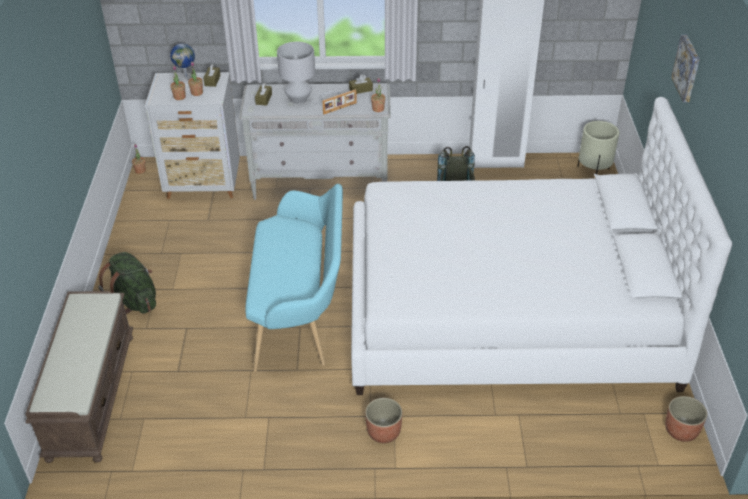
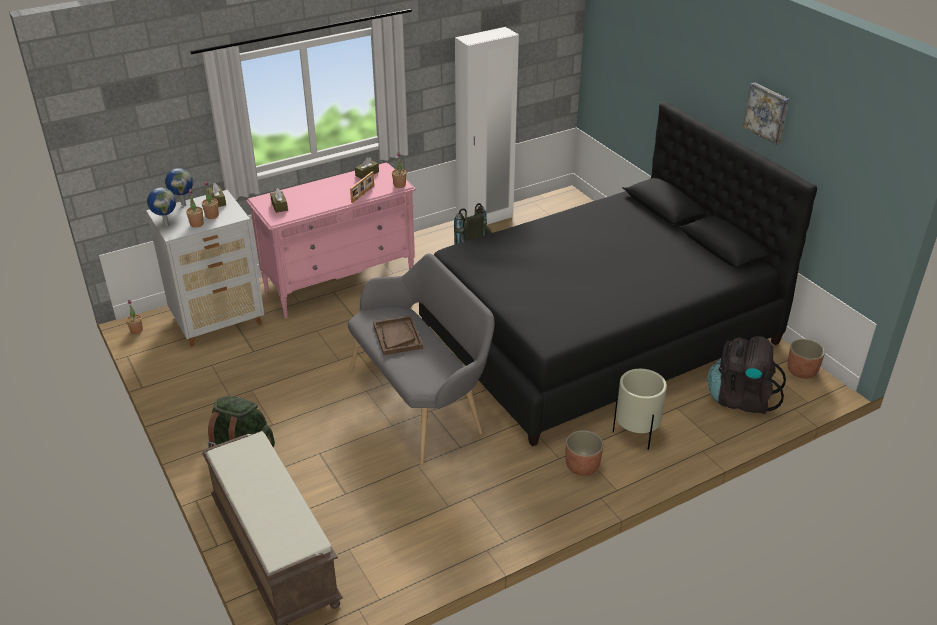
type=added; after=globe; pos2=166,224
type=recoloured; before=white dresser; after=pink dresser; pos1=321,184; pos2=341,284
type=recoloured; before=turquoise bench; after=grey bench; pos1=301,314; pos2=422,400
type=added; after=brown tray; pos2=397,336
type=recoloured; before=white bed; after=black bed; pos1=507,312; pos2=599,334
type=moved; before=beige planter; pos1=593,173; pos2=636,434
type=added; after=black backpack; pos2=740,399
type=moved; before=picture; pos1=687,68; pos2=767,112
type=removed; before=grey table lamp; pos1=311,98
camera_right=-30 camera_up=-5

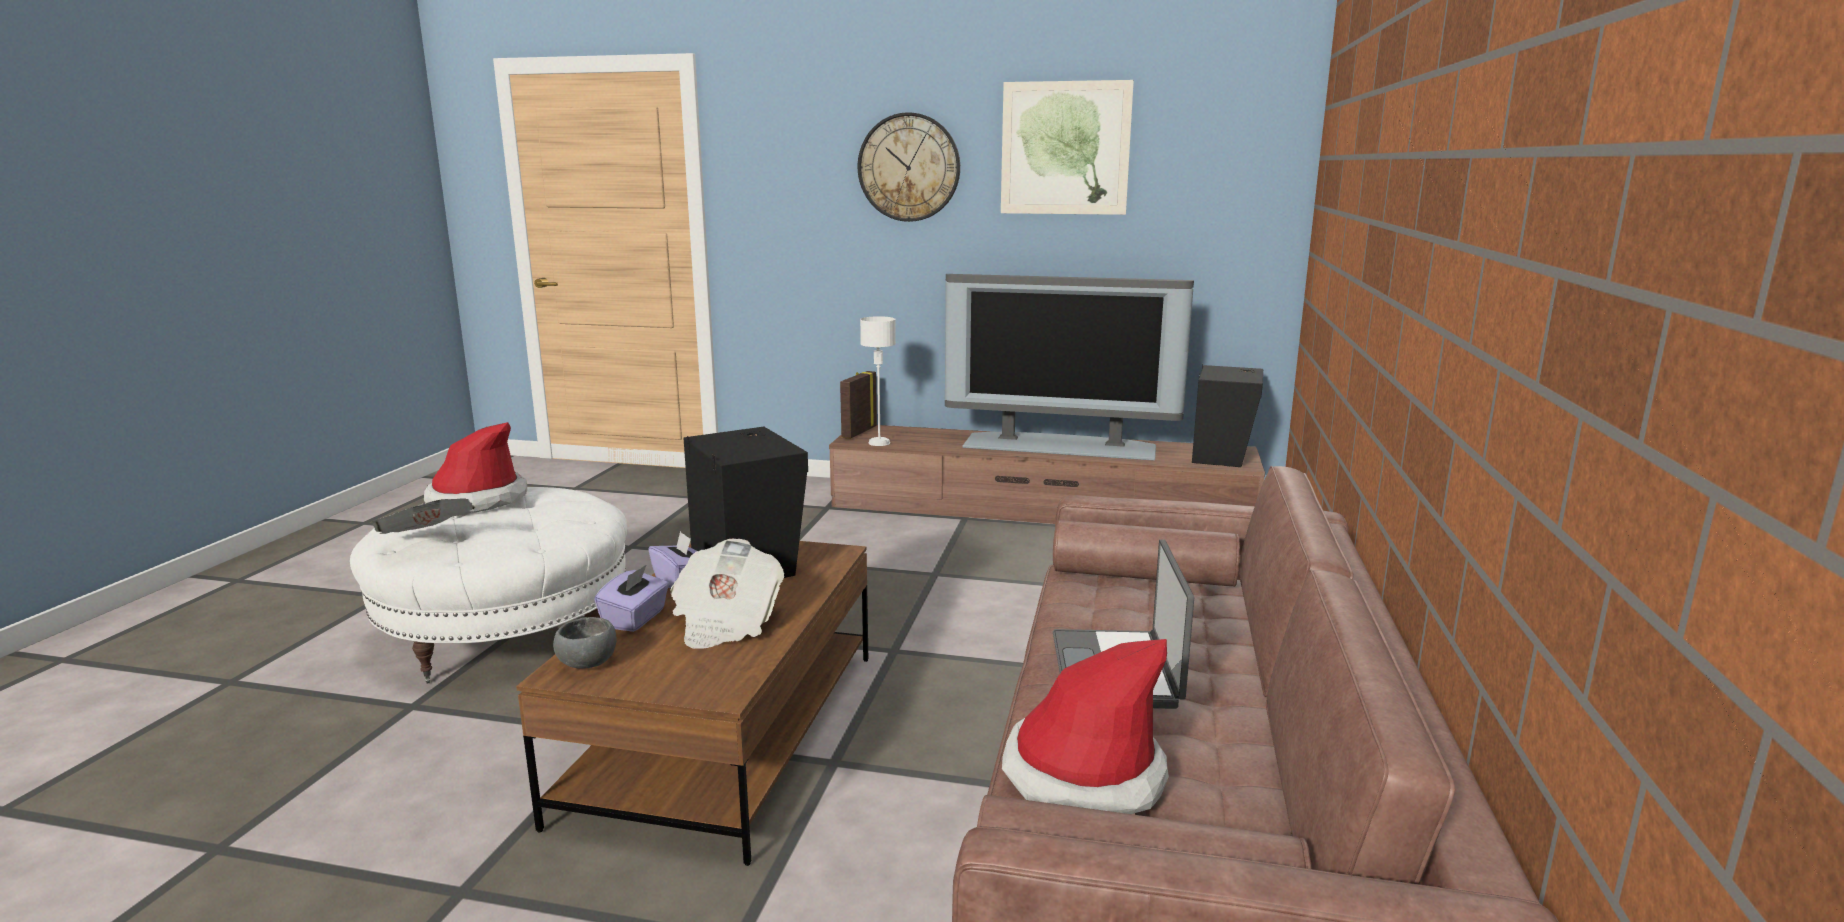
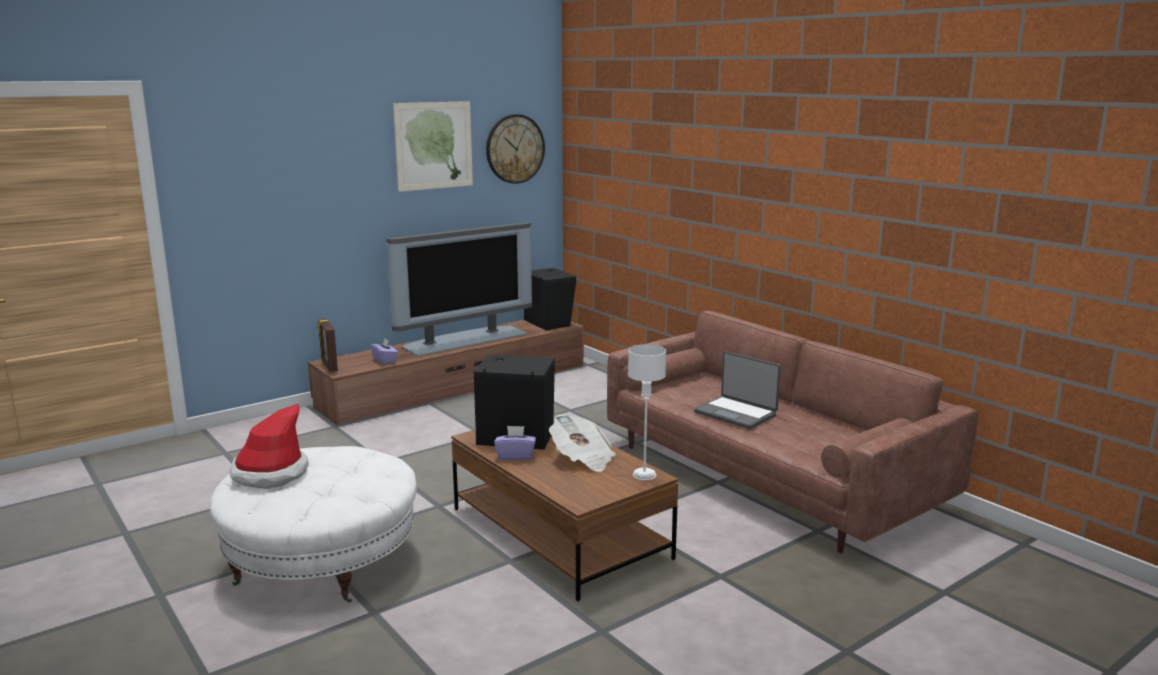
type=moved; before=purple tissue box; pos1=635,619; pos2=385,360
type=moved; before=wall clock; pos1=909,167; pos2=515,149
type=moved; before=white table lamp; pos1=879,443; pos2=644,475
type=removed; before=newspaper; pos1=427,541
type=removed; before=grey bowl; pos1=589,664
type=removed; before=hat; pos1=1083,776
camera_right=-50 camera_up=0

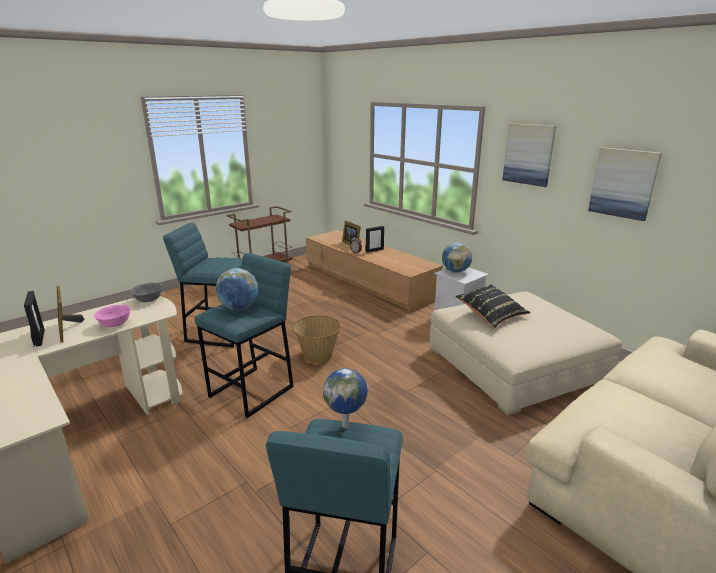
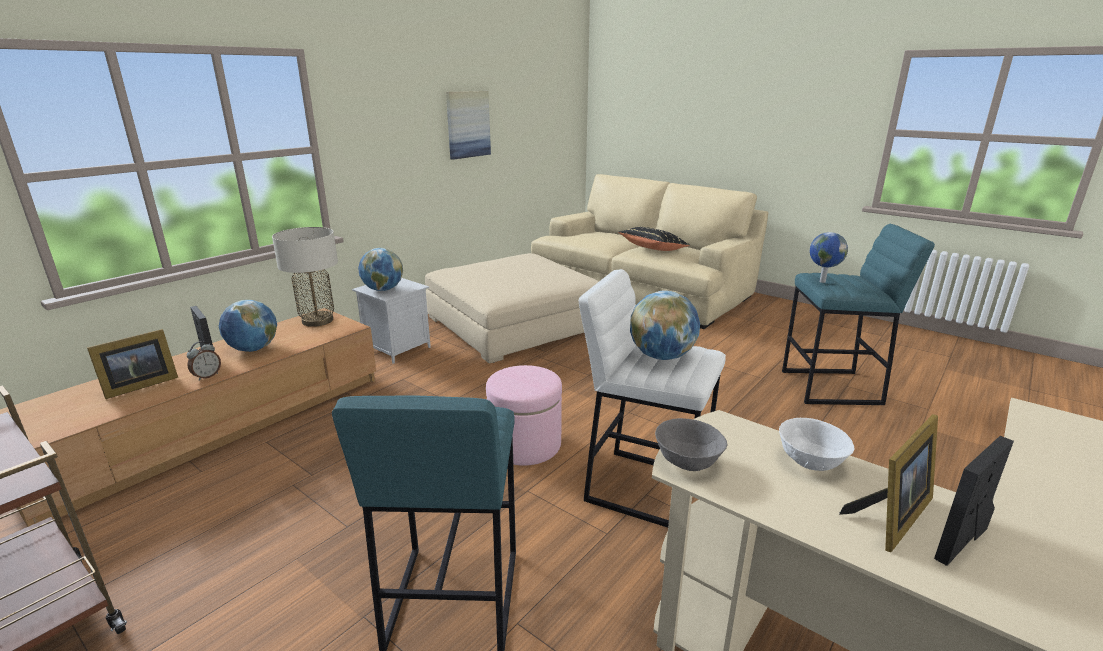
type=added; after=globe; pos2=253,349
type=added; after=table lamp; pos2=317,321
type=replaced; before=basket; after=pink ottoman; pos1=317,355; pos2=525,444
type=recoloured; before=turquoise stool; after=white stool; pos1=253,390; pos2=643,487
type=moved; before=black pillow; pos1=491,315; pos2=653,250
type=recoloured; before=pink bowl; after=white bowl; pos1=115,324; pos2=811,462
type=removed; before=picture; pos1=528,154
camera_right=-100 camera_up=0

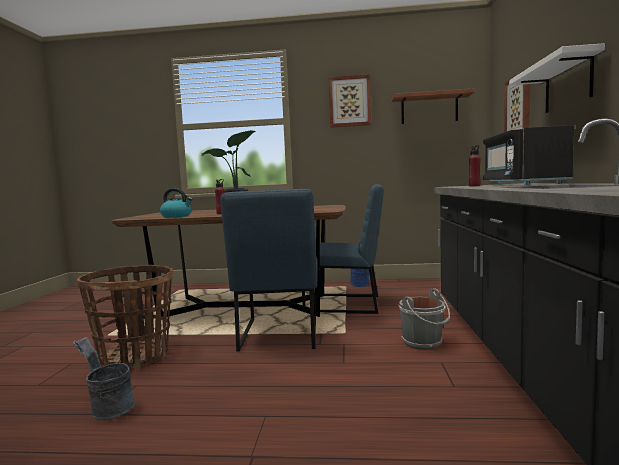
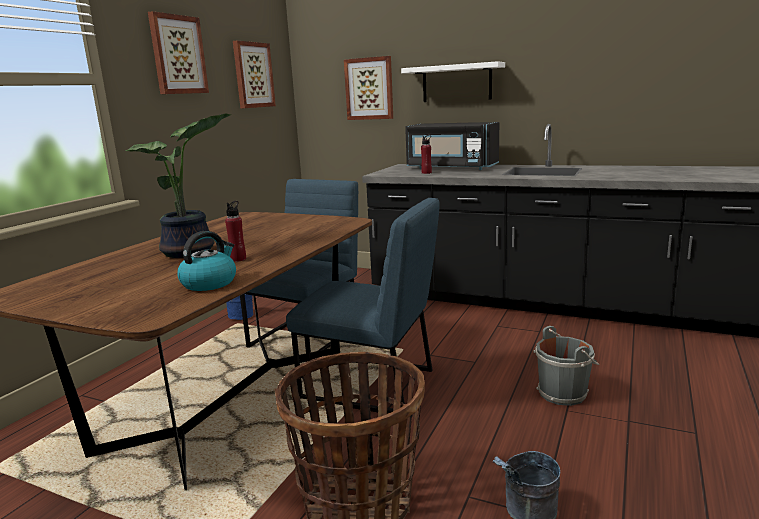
type=replaced; before=brown shelf; after=picture; pos1=429,109; pos2=253,75
type=moved; before=grey bucket; pos1=424,343; pos2=564,393
camera_right=-70 camera_up=10

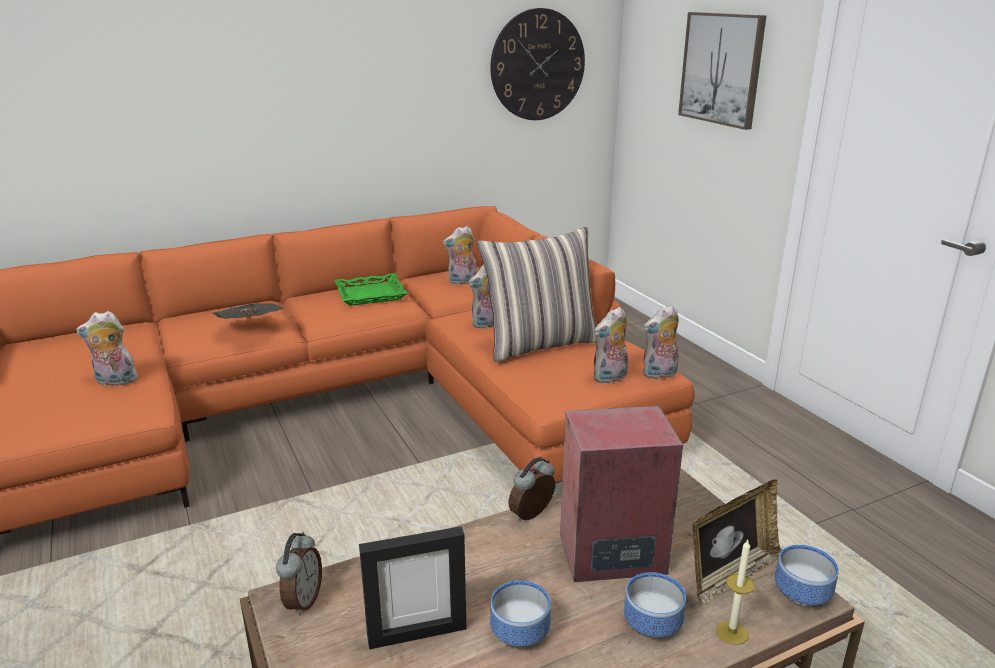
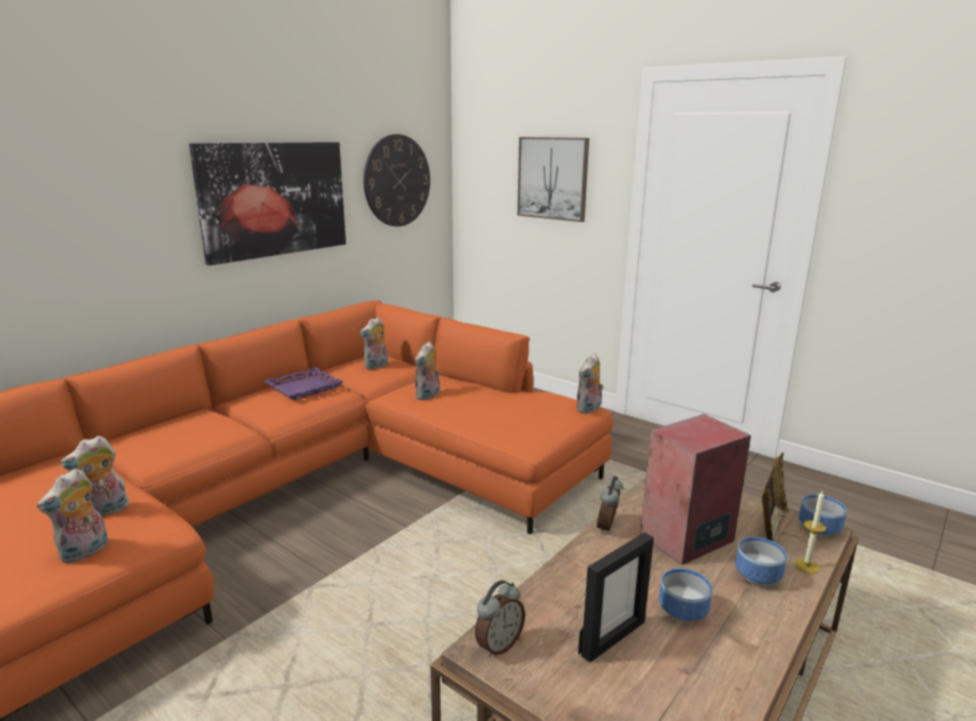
type=moved; before=plush toy; pos1=610,378; pos2=84,553
type=added; after=picture; pos2=274,199
type=recoloured; before=green tray; after=purple tray; pos1=371,294; pos2=304,388
type=turned; before=alarm clock; pos1=302,601; pos2=498,645; turn=60
type=removed; before=newspaper; pos1=251,328
type=removed; before=pillow; pos1=540,344
camera_right=-25 camera_up=-5

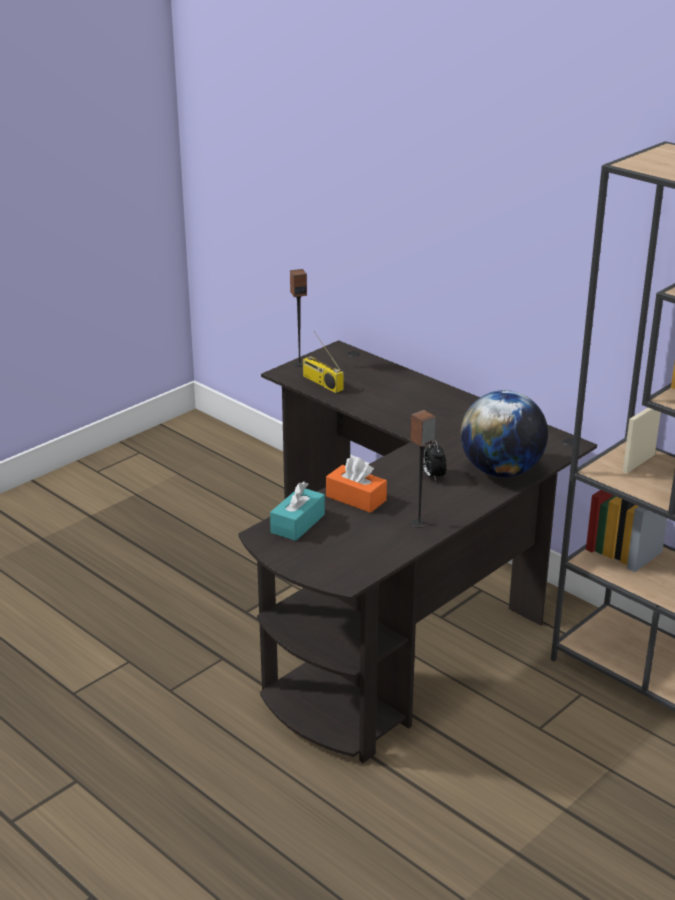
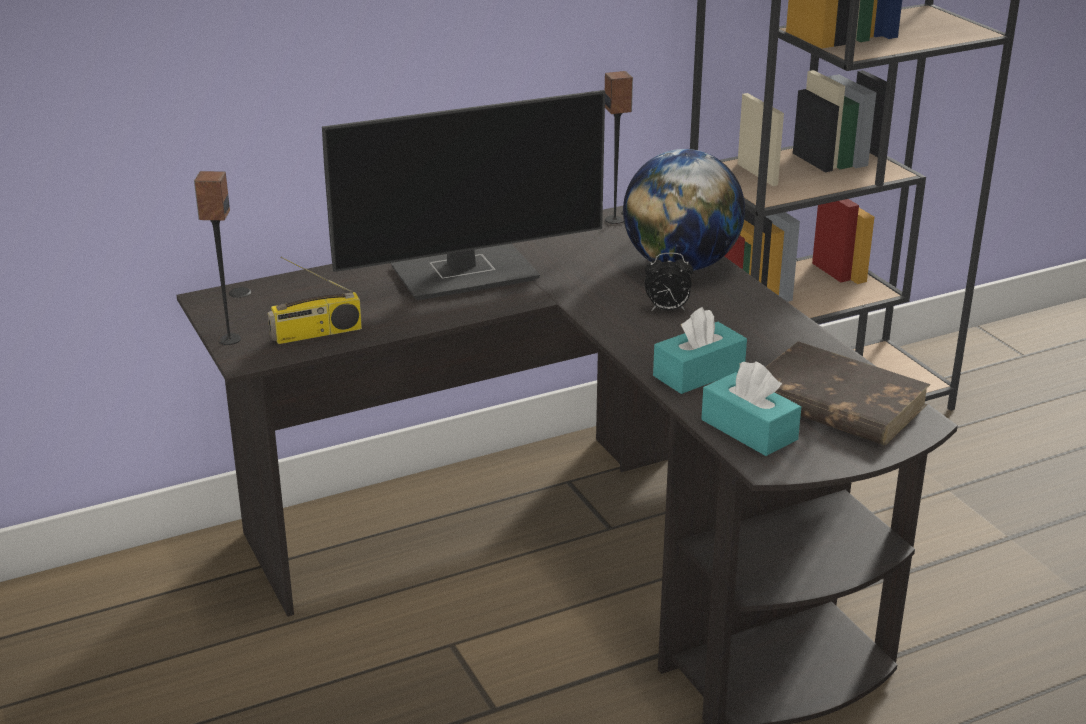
type=added; after=monitor; pos2=467,273
type=moved; before=speaker; pos1=419,523; pos2=615,220
type=recoloured; before=orange tissue box; after=turquoise tissue box; pos1=356,498; pos2=699,373
type=added; after=brown book; pos2=835,402
camera_right=-70 camera_up=0

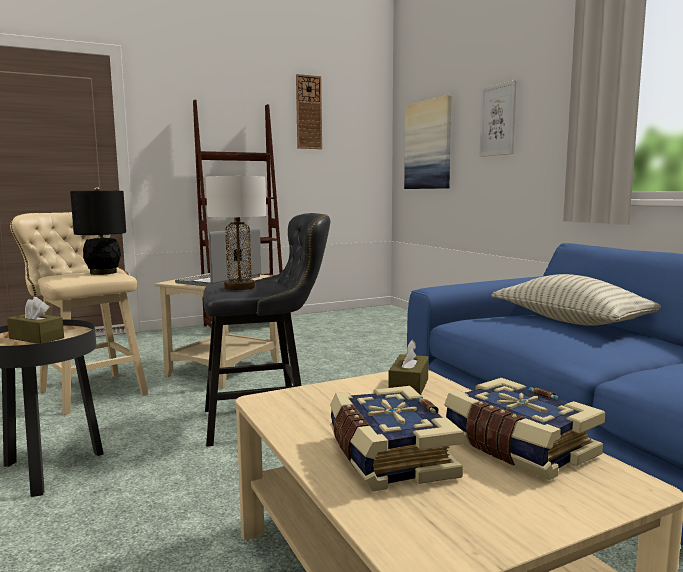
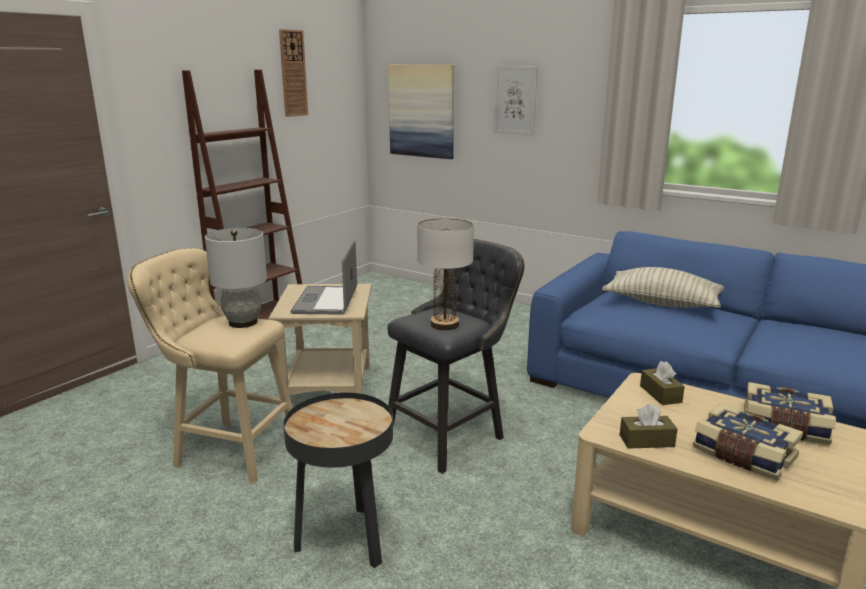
type=recoloured; before=black table lamp; after=white table lamp; pos1=103,273; pos2=243,322
type=moved; before=brown tissue box; pos1=36,338; pos2=646,441
camera_right=-30 camera_up=10

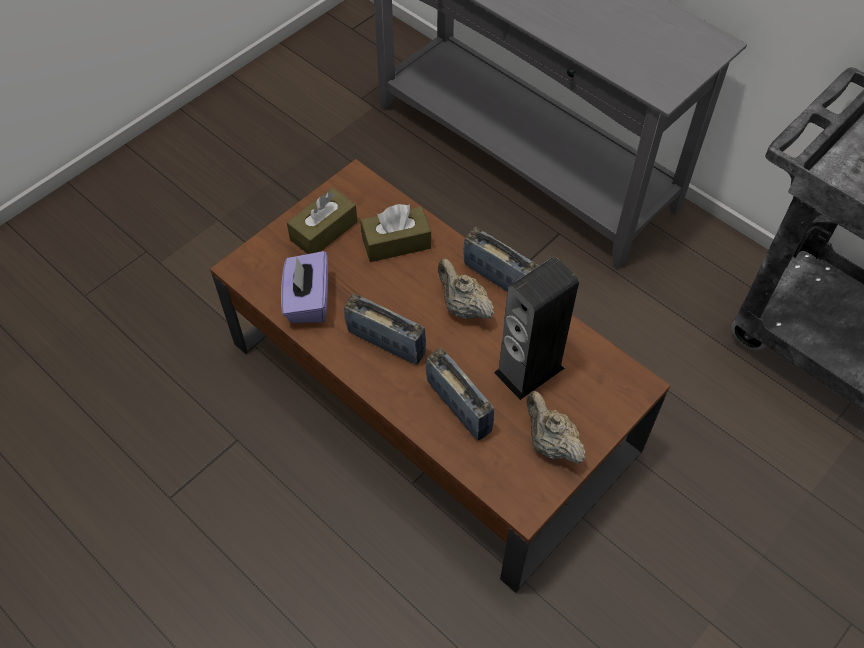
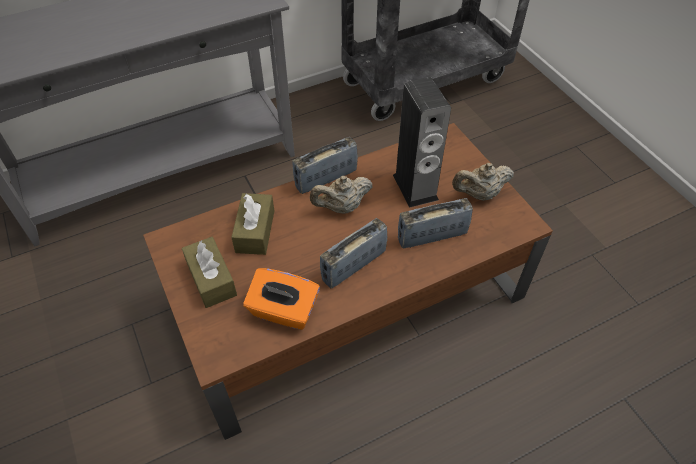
type=recoloured; before=purple tissue box; after=orange tissue box; pos1=308,301; pos2=283,311
camera_right=-70 camera_up=-5

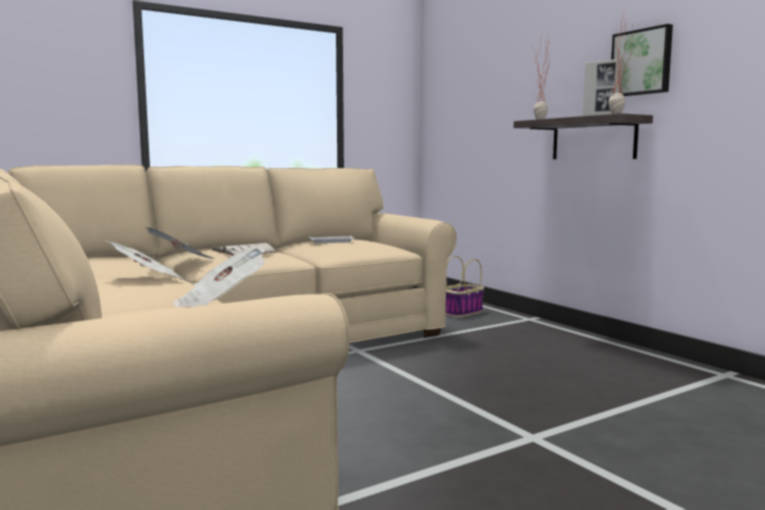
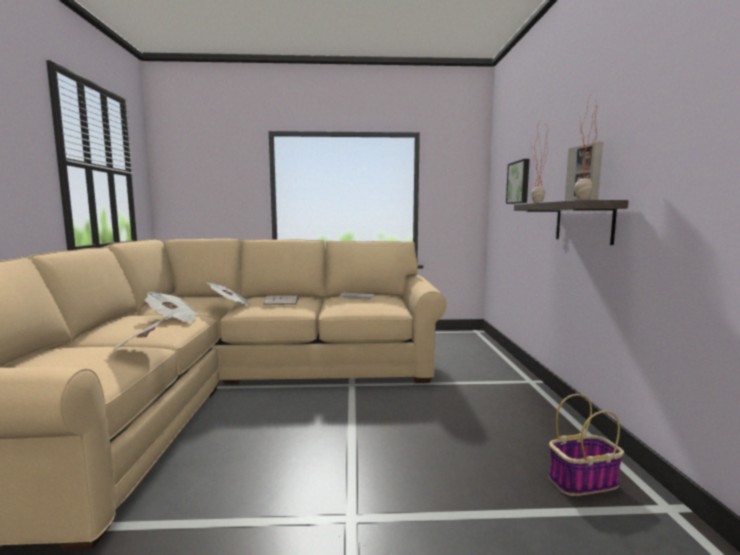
type=moved; before=picture; pos1=642,62; pos2=519,182
type=moved; before=basket; pos1=463,312; pos2=583,481
camera_right=30 camera_up=0

